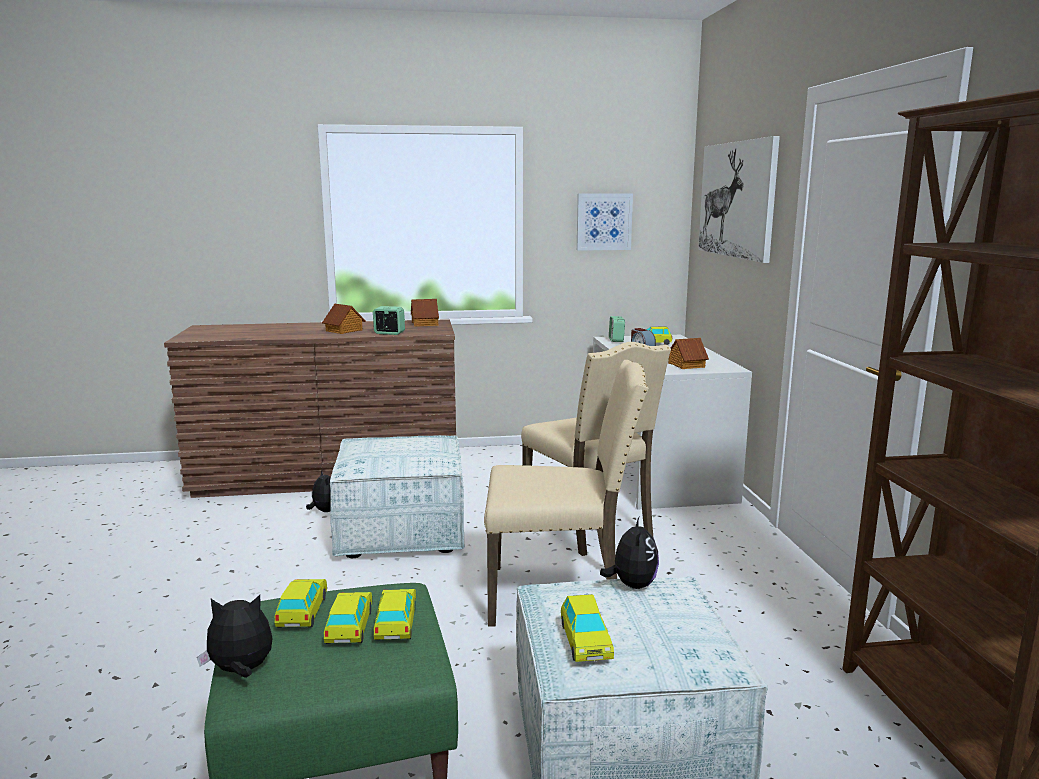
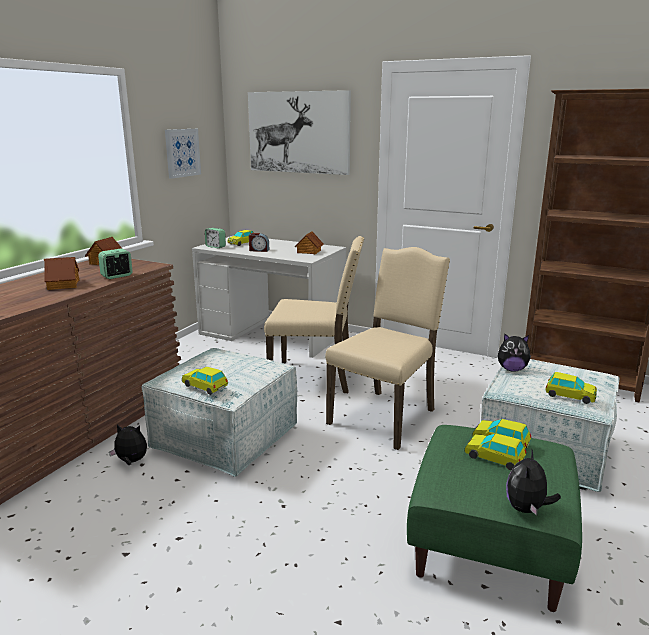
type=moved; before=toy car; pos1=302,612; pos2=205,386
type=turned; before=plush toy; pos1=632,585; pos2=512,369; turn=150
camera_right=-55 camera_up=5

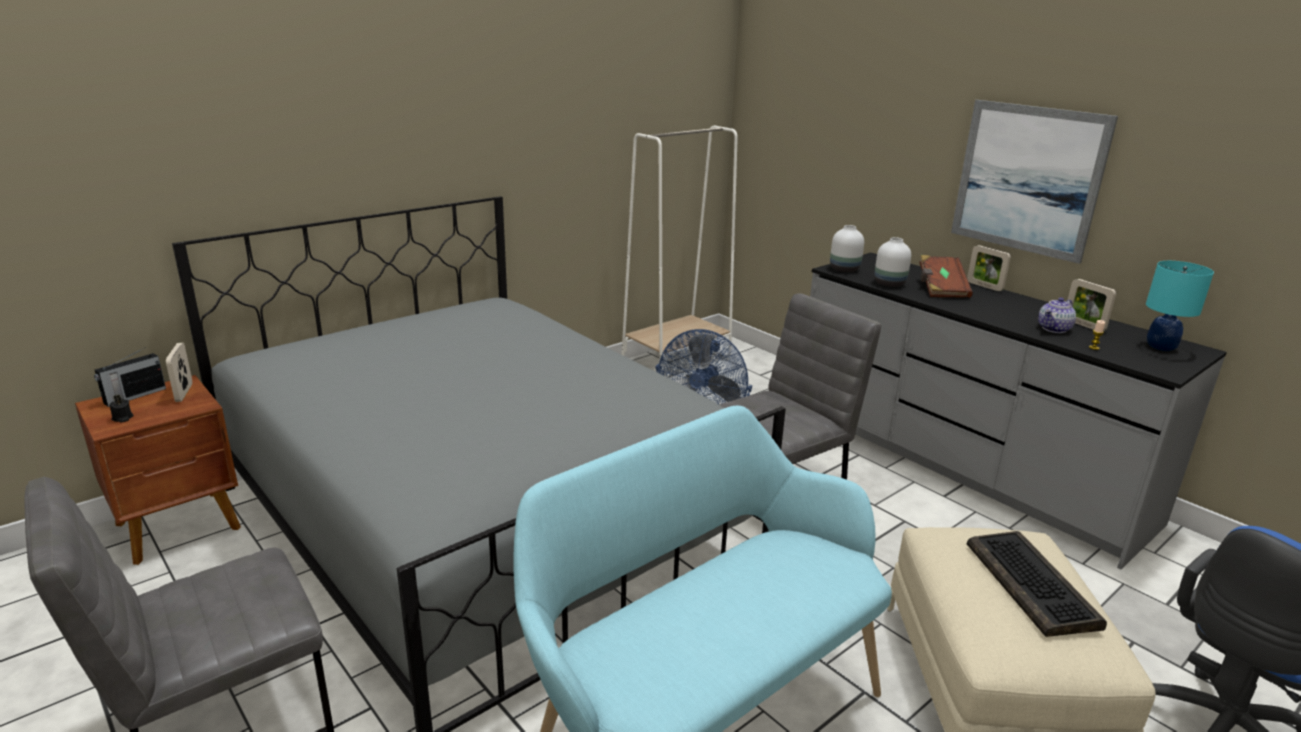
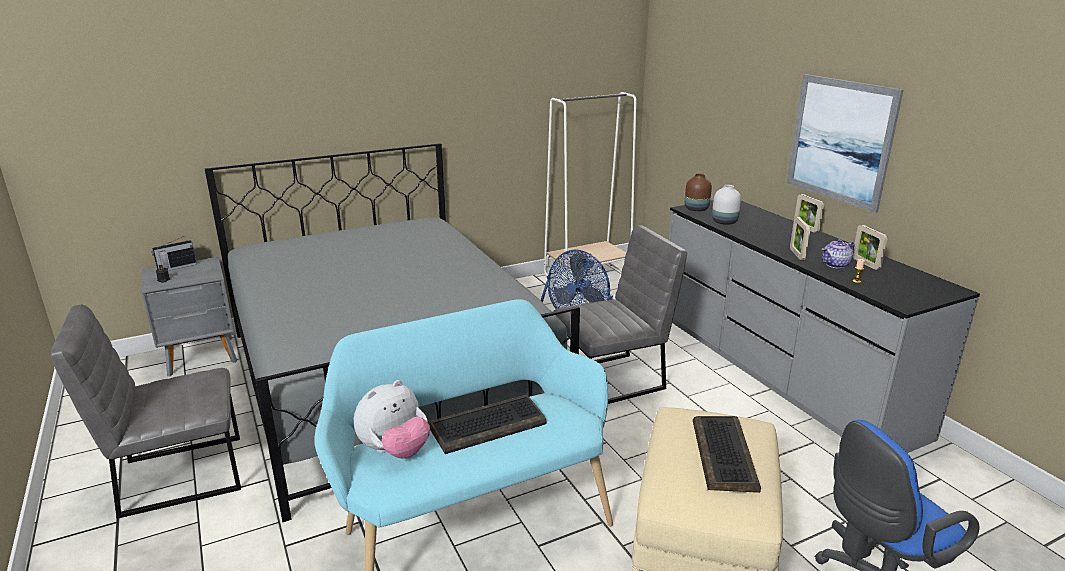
type=recoloured; before=brown nightstand; after=grey nightstand; pos1=180,527; pos2=202,357
type=added; after=plush toy; pos2=395,451
type=added; after=keyboard; pos2=488,425
type=recoloured; before=white vase; after=brown vase; pos1=845,269; pos2=697,209
type=moved; before=picture frame; pos1=184,393; pos2=797,254
type=removed; before=brown book; pos1=941,289
type=removed; before=turquoise table lamp; pos1=1159,347
camera_right=15 camera_up=0

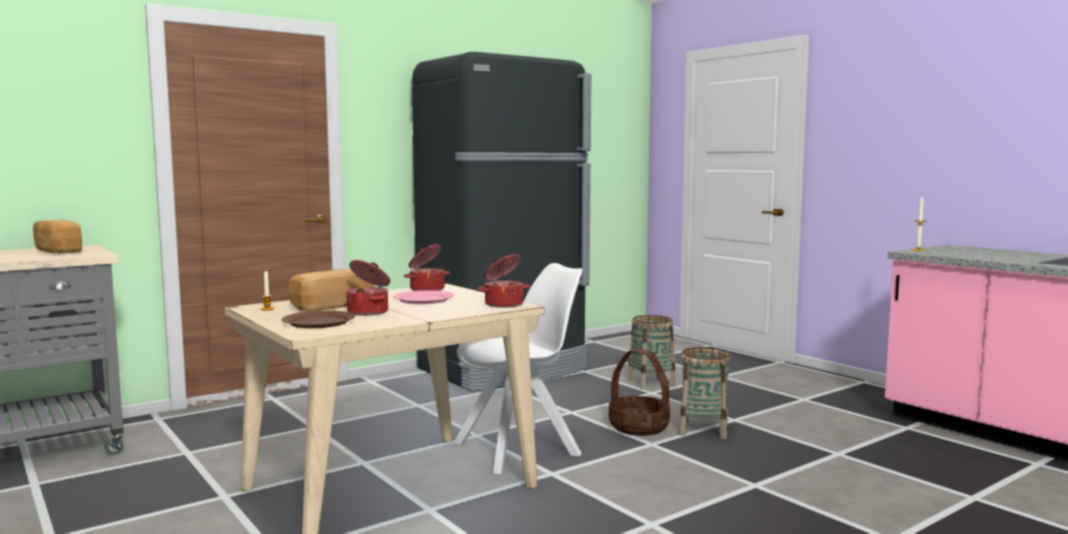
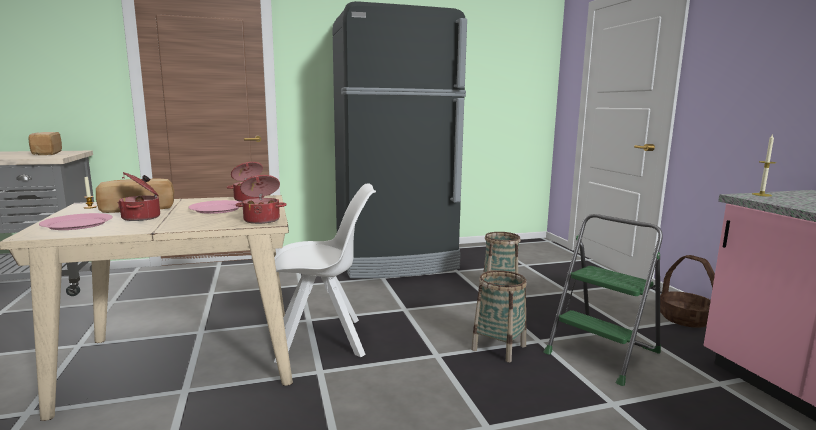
type=recoloured; before=brown plate; after=pink plate; pos1=319,322; pos2=78,224
type=added; after=green step ladder; pos2=605,351
type=moved; before=basket; pos1=639,427; pos2=686,318
camera_right=20 camera_up=5

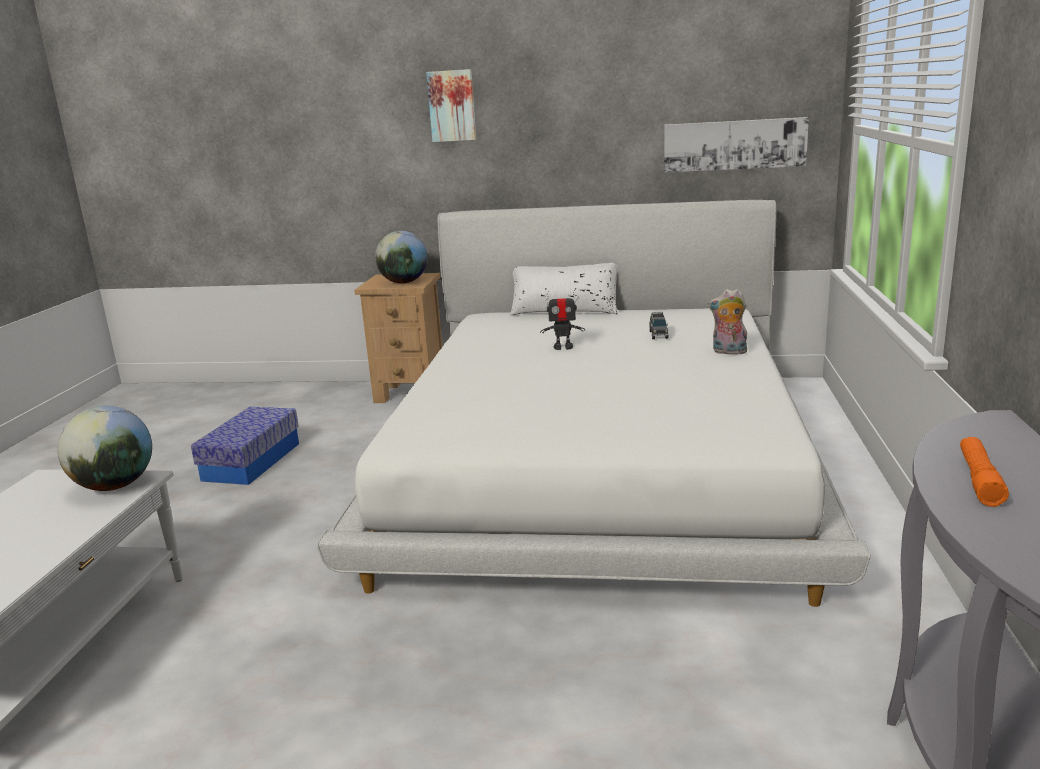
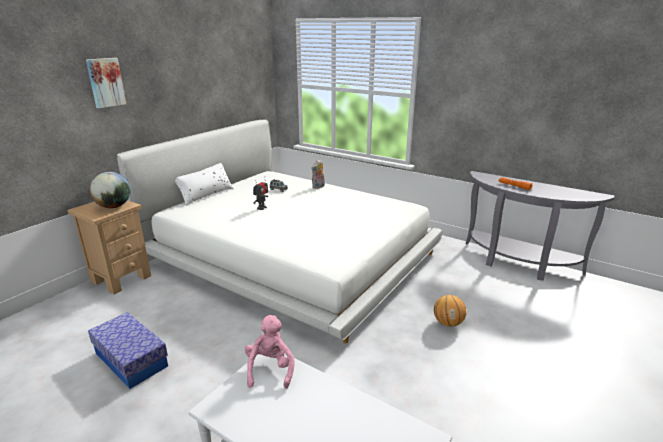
type=replaced; before=globe; after=pink plush toy; pos1=115,486; pos2=270,369
type=added; after=basketball; pos2=448,323
type=removed; before=picture; pos1=734,145
camera_right=-65 camera_up=5

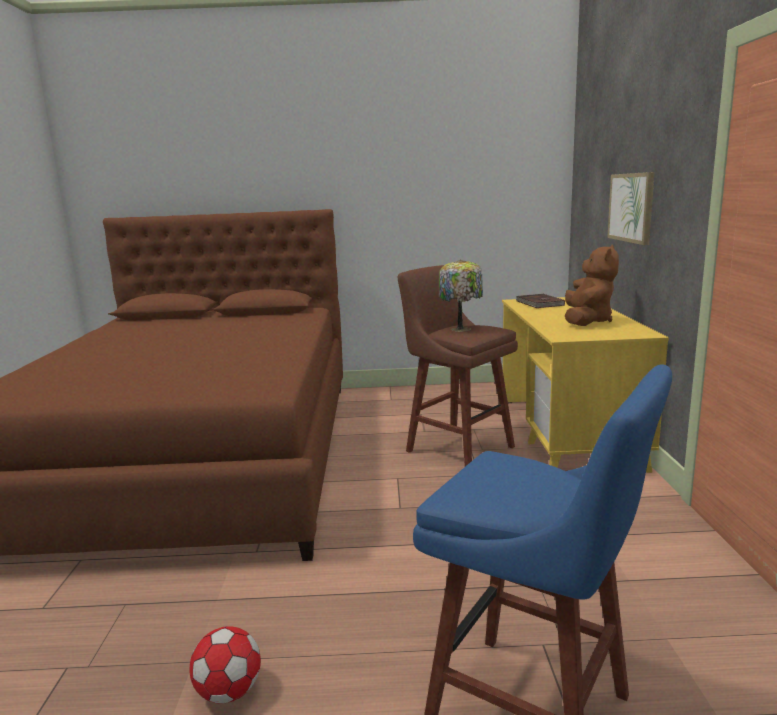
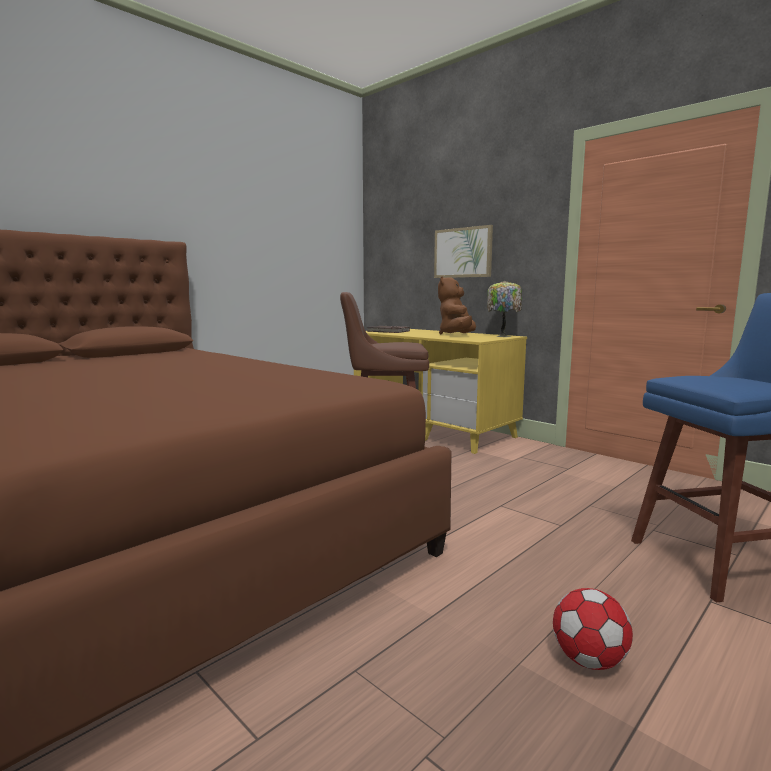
type=turned; before=brown plush toy; pos1=587,321; pos2=457,335; turn=-135
type=moved; before=table lamp; pos1=461,329; pos2=503,336
camera_right=-45 camera_up=-5

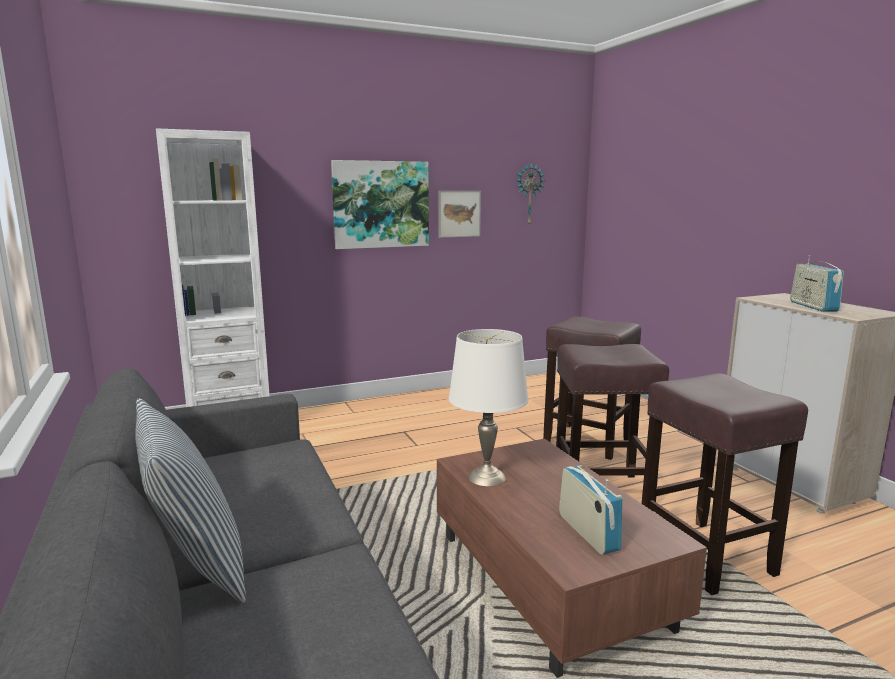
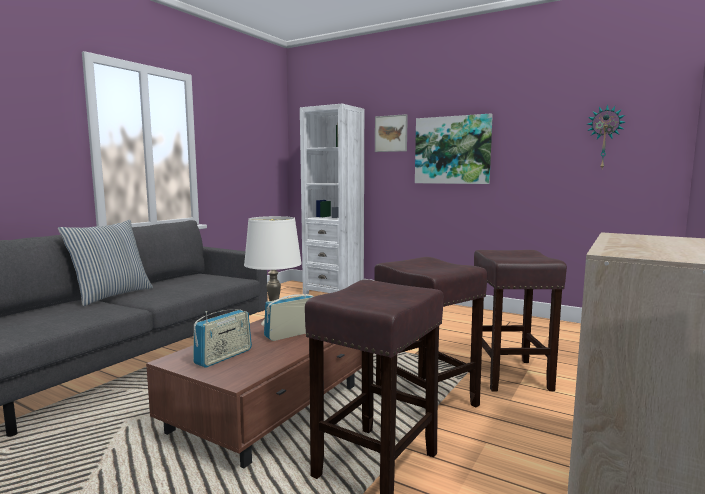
type=moved; before=radio; pos1=813,306; pos2=291,334
type=moved; before=picture; pos1=459,214; pos2=391,133
camera_right=55 camera_up=-5

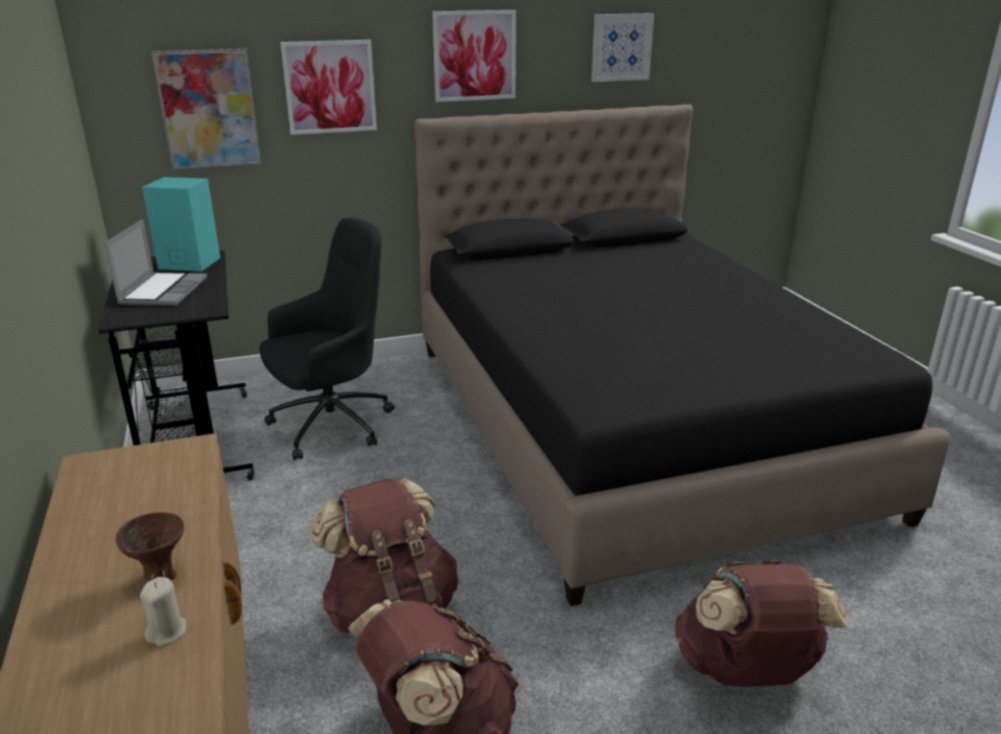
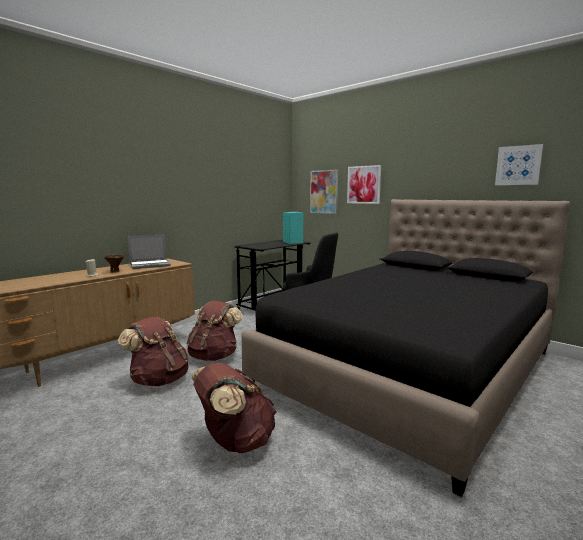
type=moved; before=laptop; pos1=163,291; pos2=150,265
type=removed; before=picture; pos1=474,56
camera_right=60 camera_up=-15

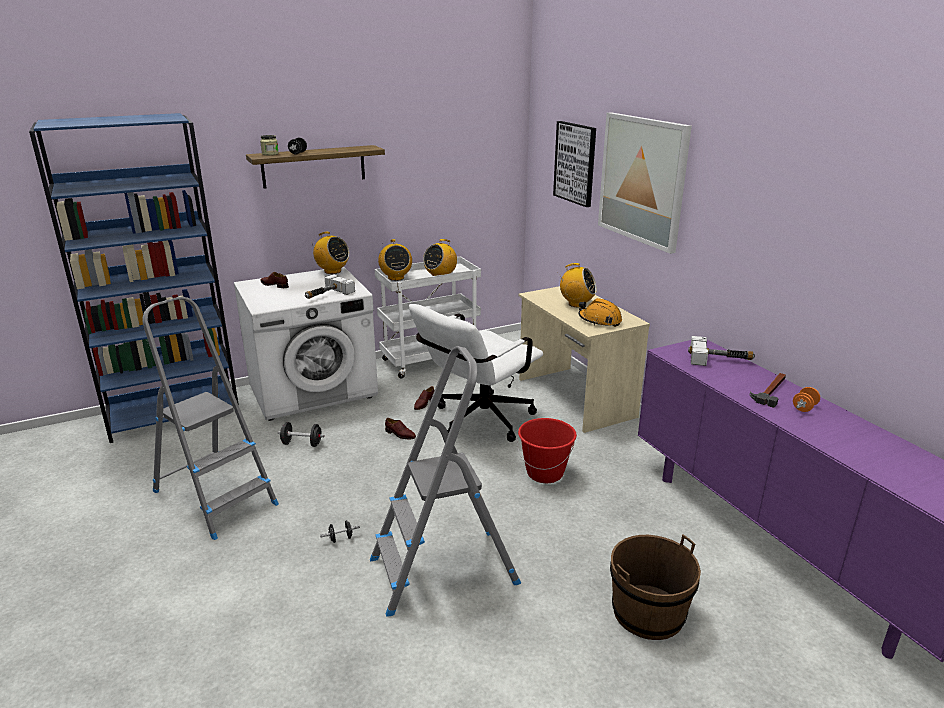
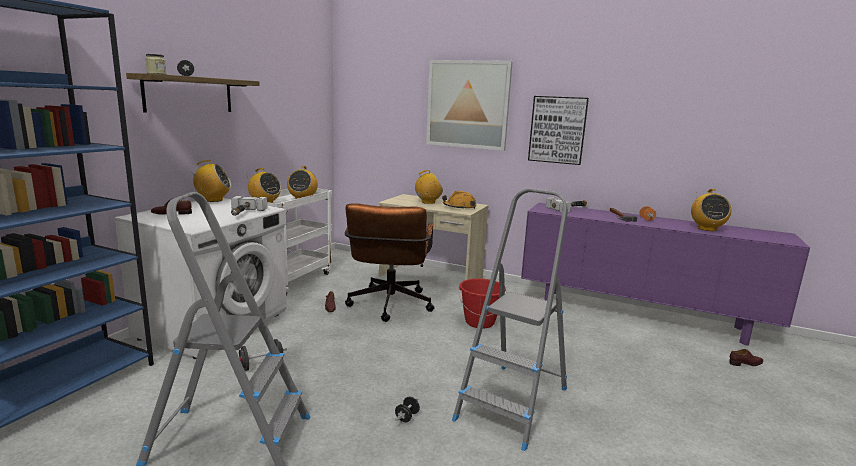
type=recoloured; before=white office chair; after=brown office chair; pos1=477,422; pos2=389,307
type=moved; before=picture; pos1=575,163; pos2=557,130
type=added; after=radio; pos2=706,229
type=moved; before=brown shoe; pos1=400,434; pos2=746,363
type=removed; before=brown bucket; pos1=648,613
camera_right=-40 camera_up=-10

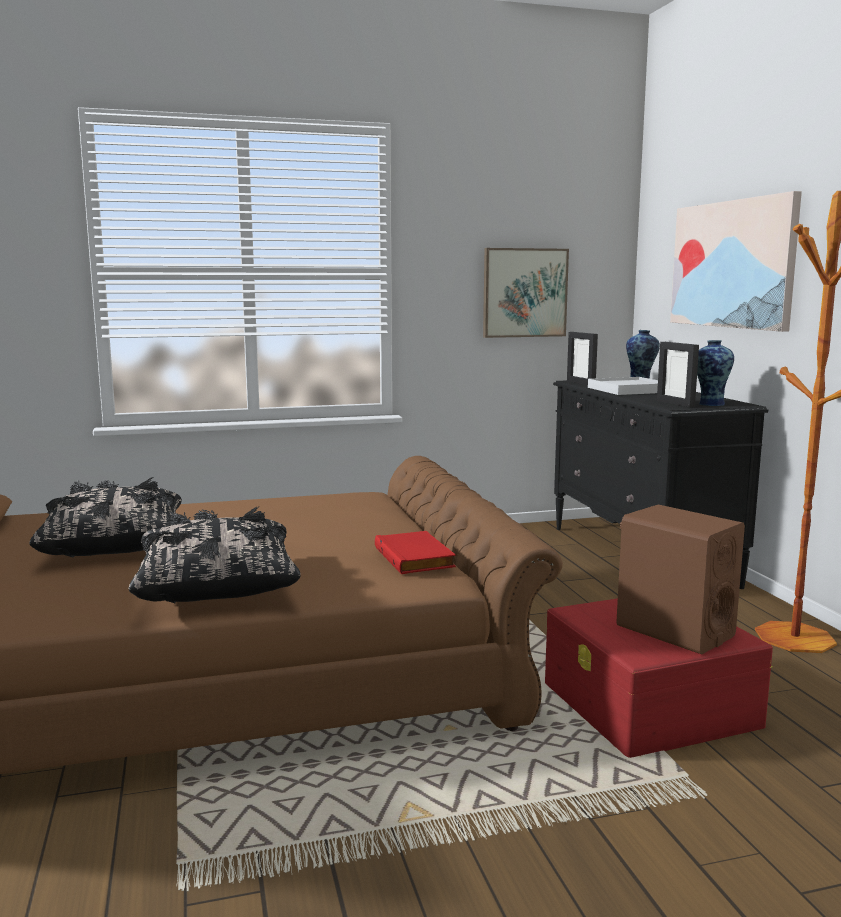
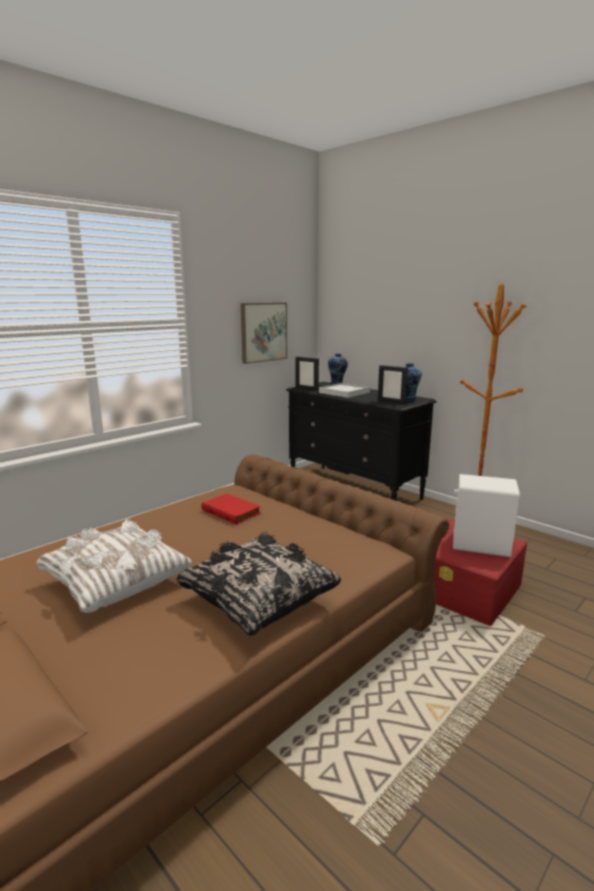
type=recoloured; before=black pillow; after=white pillow; pos1=114,547; pos2=116,584
type=moved; before=red book; pos1=416,557; pos2=232,511
type=recoloured; before=brown speaker; after=white speaker; pos1=674,631; pos2=480,545
type=removed; before=picture; pos1=732,264
camera_right=-30 camera_up=5

